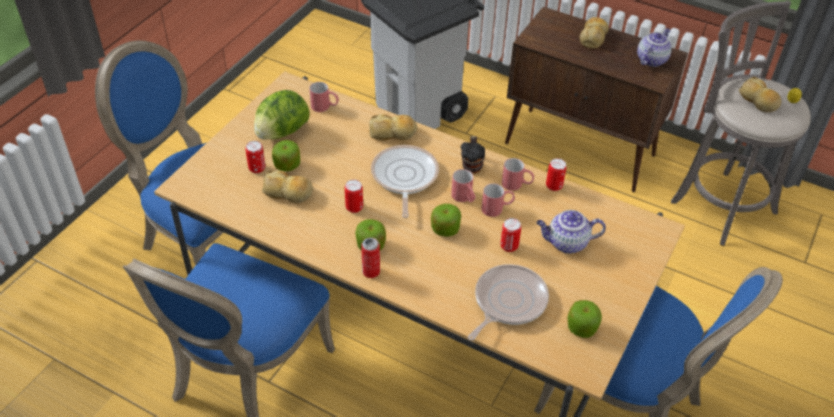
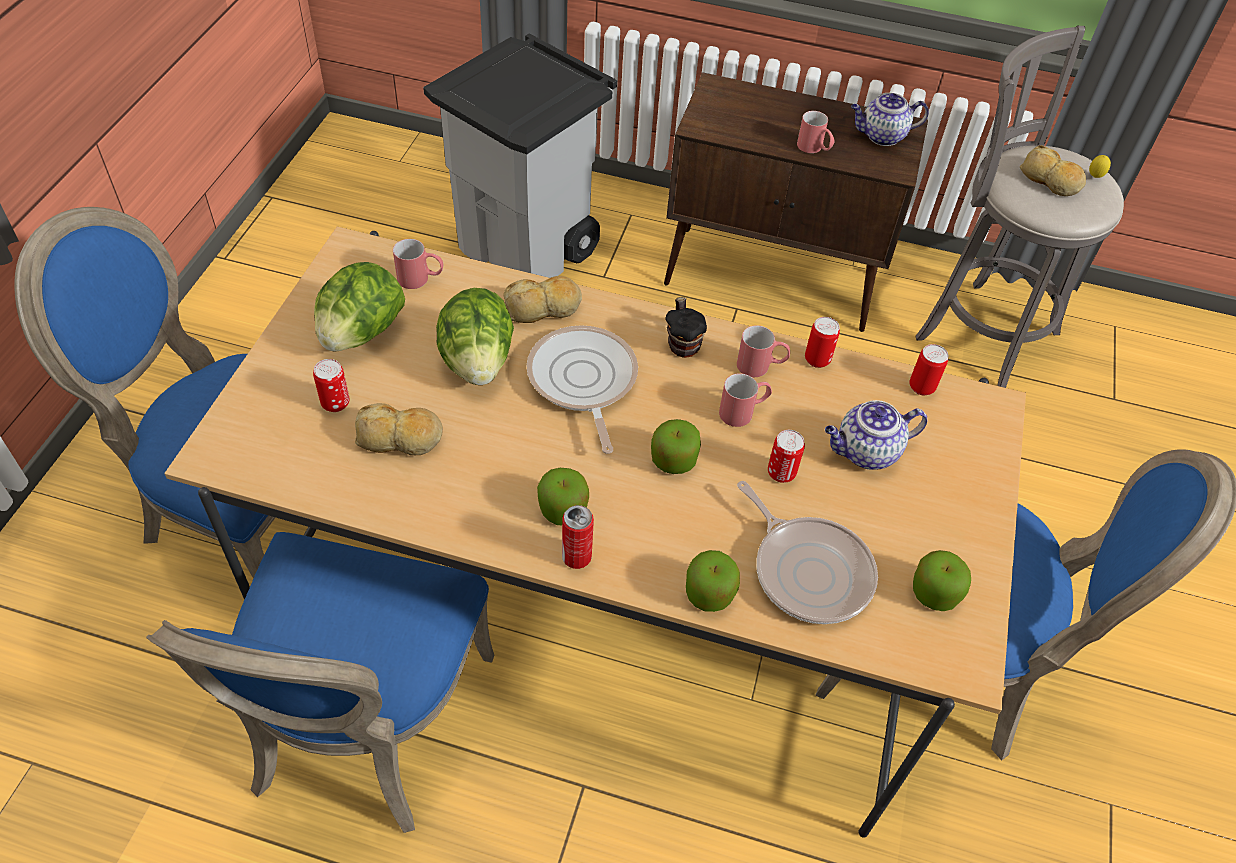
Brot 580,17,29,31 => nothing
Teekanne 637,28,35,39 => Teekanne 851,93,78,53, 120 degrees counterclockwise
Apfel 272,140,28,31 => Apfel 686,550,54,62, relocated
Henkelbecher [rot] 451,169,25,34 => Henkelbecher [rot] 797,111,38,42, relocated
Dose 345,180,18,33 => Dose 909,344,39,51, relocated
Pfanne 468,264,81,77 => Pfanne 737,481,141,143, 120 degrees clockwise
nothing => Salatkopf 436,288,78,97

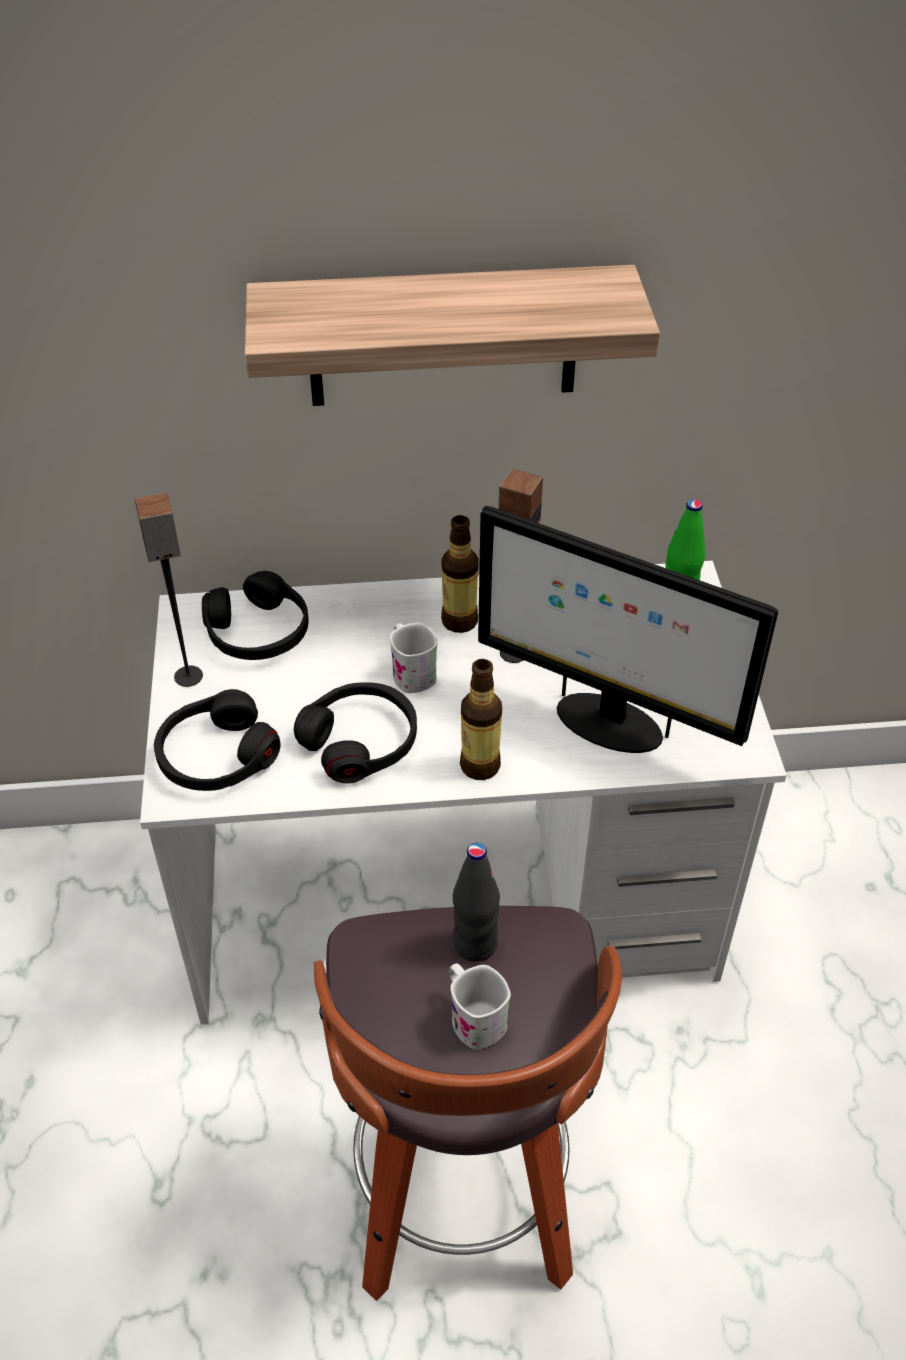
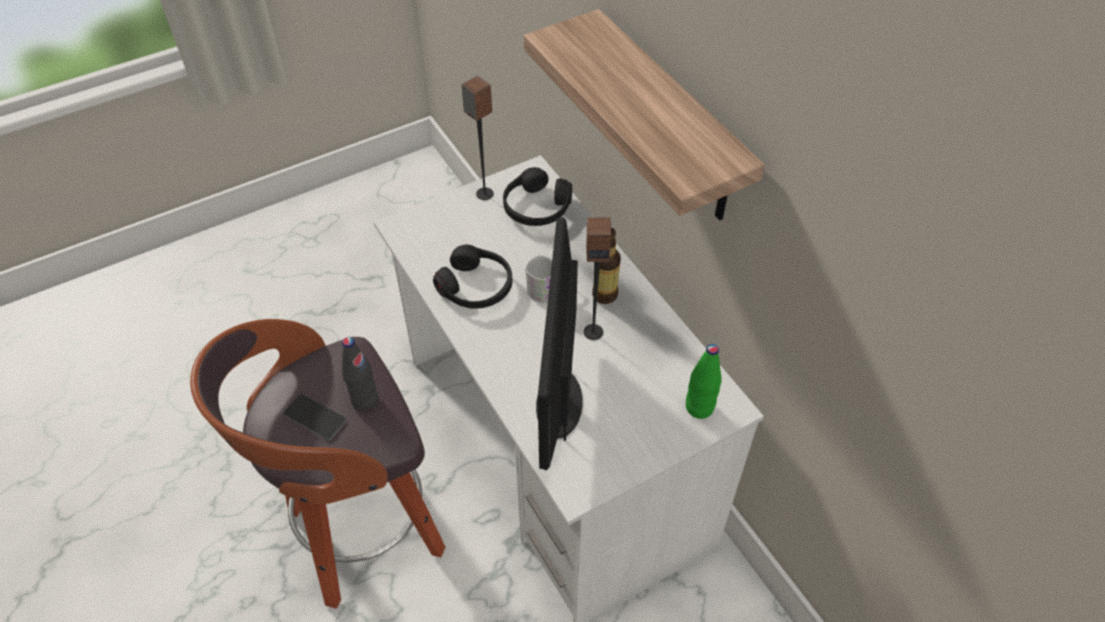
Flasche 460,659,42,121 => nothing
Kopfhörer [schwarz] 154,689,127,102 => nothing
Henkelbecher [weiß] 450,963,61,87 => Handy 284,394,62,46

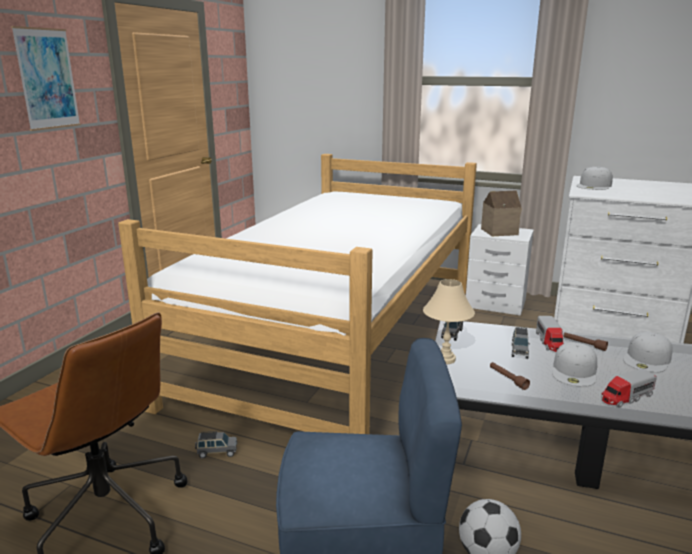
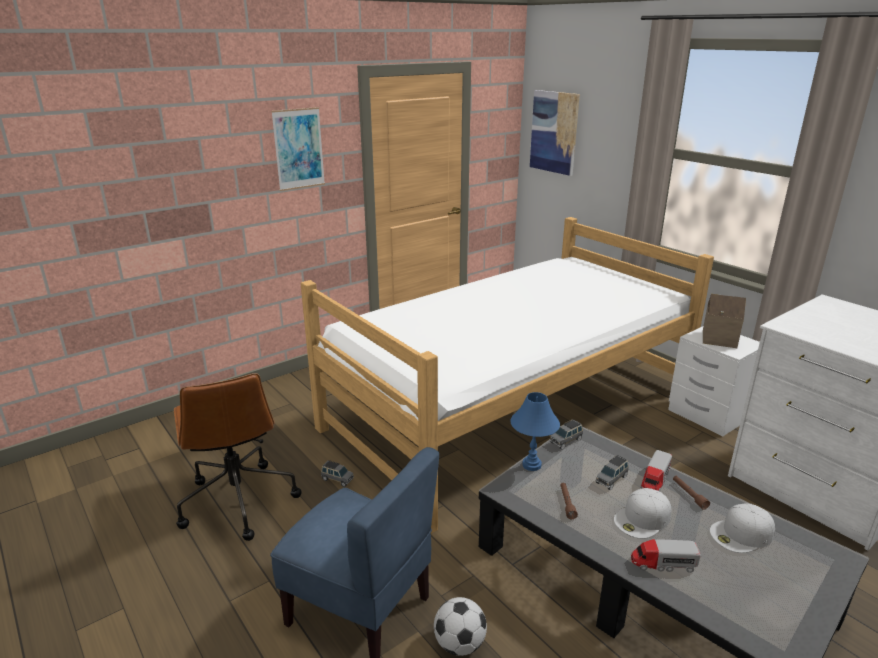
Kappe [weiß] 576,166,37,24 => nothing
Tischlampe [beige] 423,279,52,85 => Tischlampe [blau] 510,392,50,79
nothing => Bild 530,90,50,86

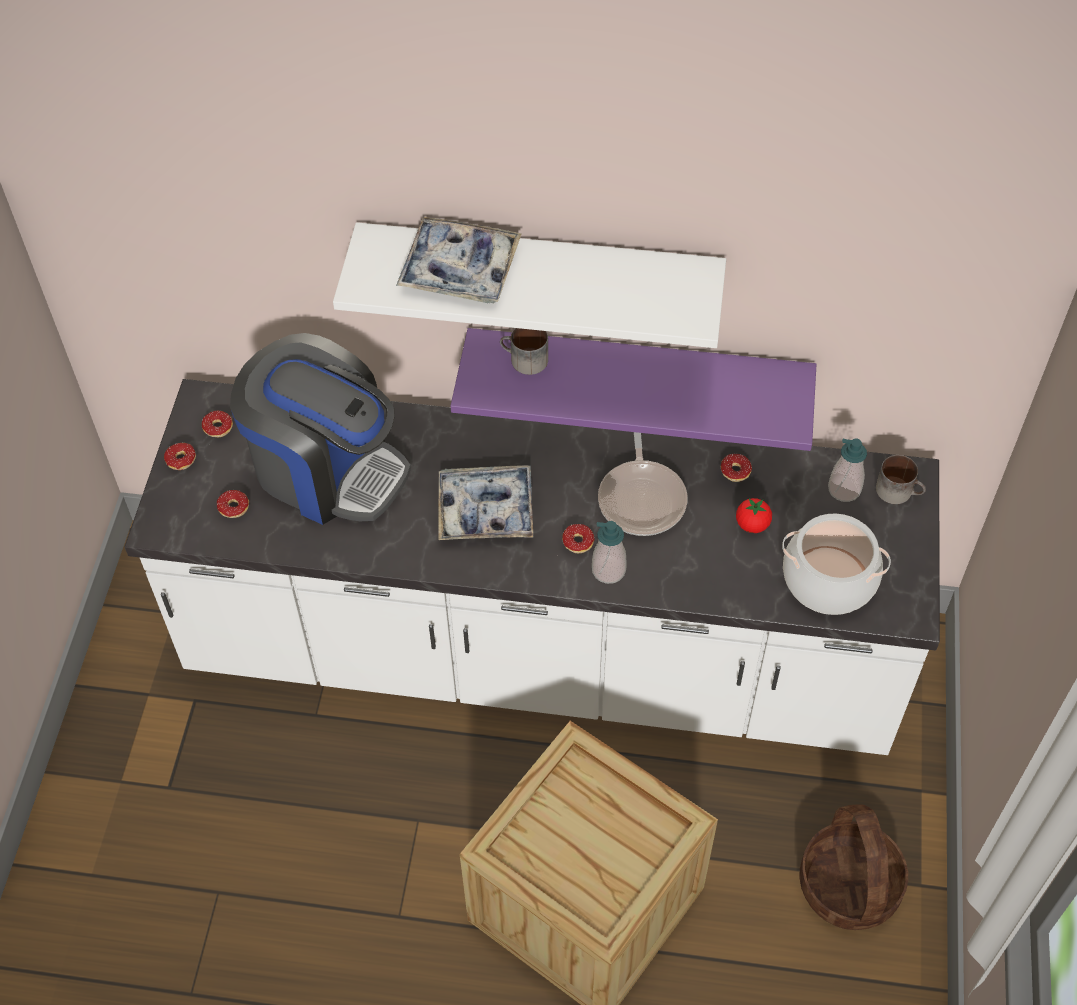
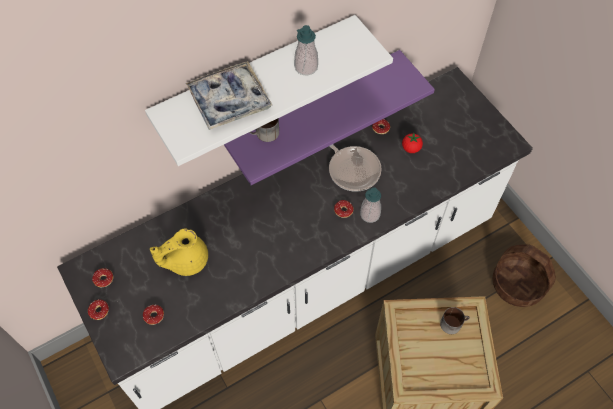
Kaffeemaschine 230,333,181,192 => Teekanne [gelb] 150,228,58,48
Seifenspender 828,439,39,63 => Seifenspender 294,25,24,51, relocated
Henkelbecher 876,455,50,49 => Henkelbecher 440,307,30,27, relocated
Tablett 438,465,95,75 => nothing
Kochtopf 782,514,109,101 => nothing

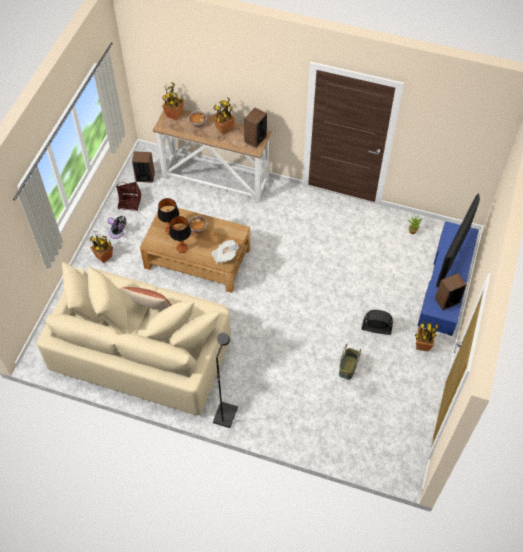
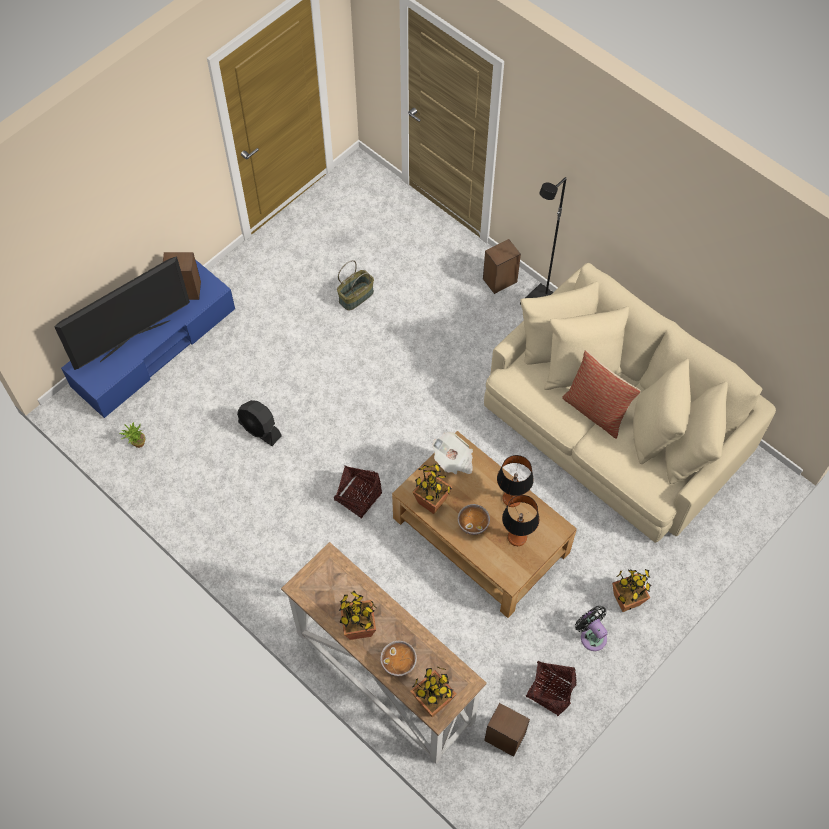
Lautsprecher 244,108,23,40 => Lautsprecher 483,239,38,55, relocated
Ventilator [schwarz] 362,310,31,25 => Ventilator [schwarz] 237,400,45,46, relocated
Topfpflanze 415,321,24,30 => Topfpflanze 412,464,40,50, relocated
nothing => Korb 334,465,48,54

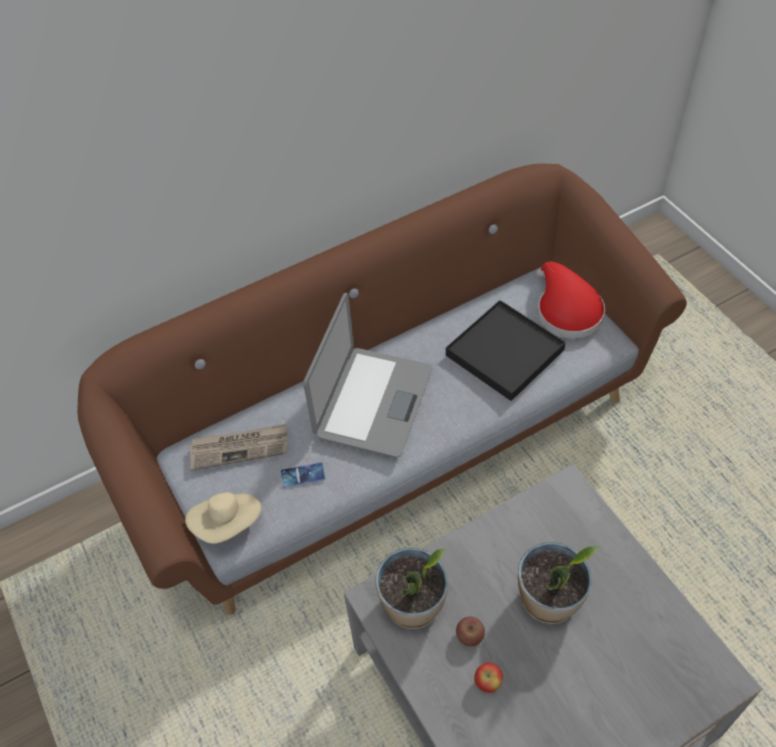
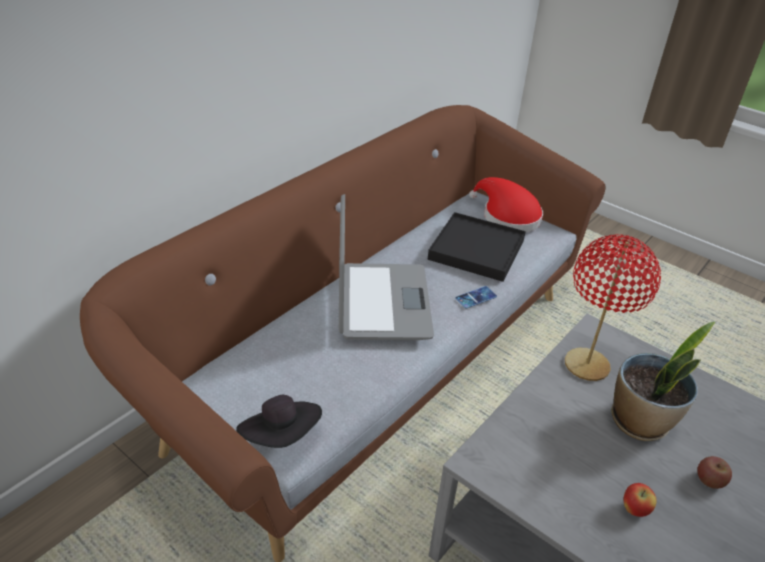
Zeitung 189,424,98,47 => nothing
Handy 281,462,44,26 => Handy 455,286,42,23, relocated
Hut [beige] 185,492,77,52 => Hut [schwarz] 236,395,86,53
Topfpflanze 375,548,73,81 => nothing
Apfel 456,617,29,29 => Apfel 697,456,35,33, relocated
nothing => Tischlampe [rot] 565,234,96,147

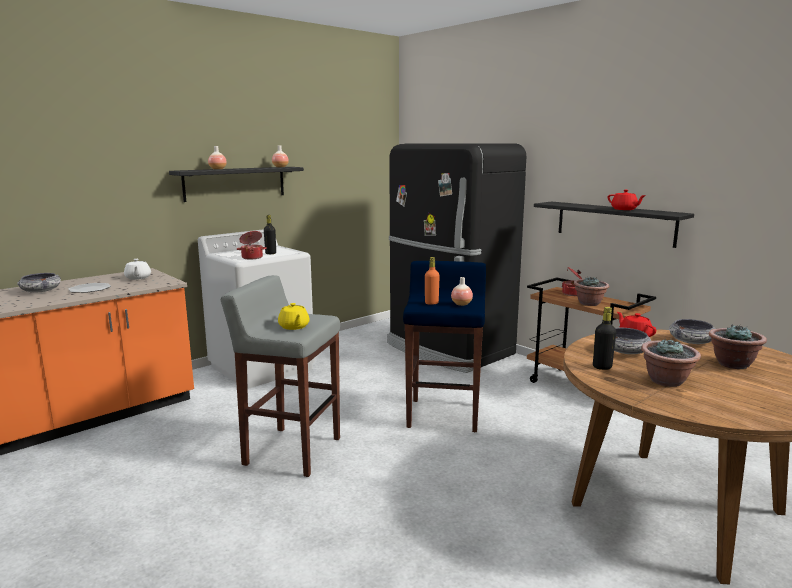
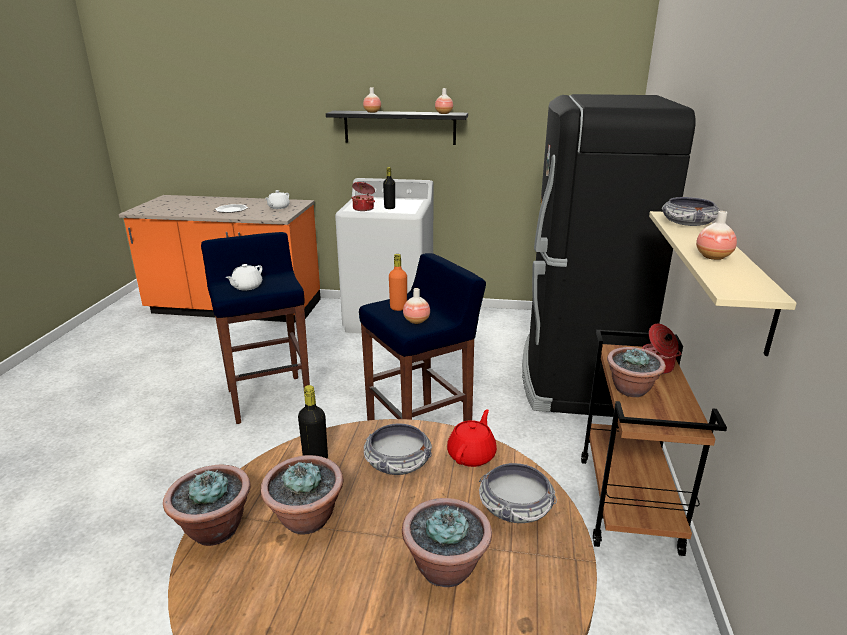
Teekanne [rot] 608,190,38,20 => Vase 696,211,41,49
Wandregal [schwarz] 534,202,160,46 => Wandregal [beige] 649,211,148,145
Schüssel 17,273,44,19 => Schüssel 662,197,57,29, relocated
Hocker [grau] 221,275,119,202 => Hocker [blau] 201,232,109,192
Teekanne [gelb] 278,303,32,27 => Teekanne [weiß] 226,264,36,26
nothing => Topfpflanze 163,464,88,82

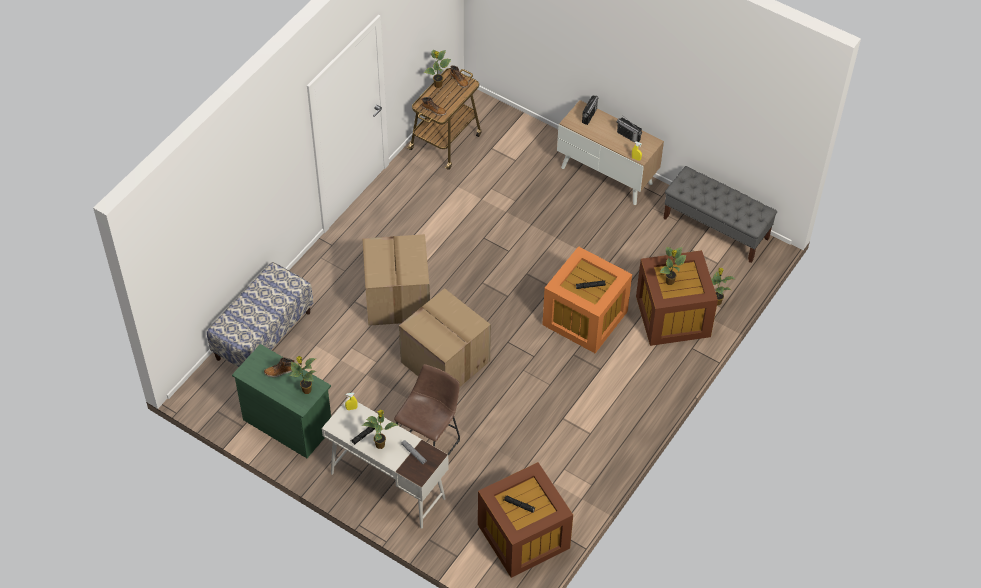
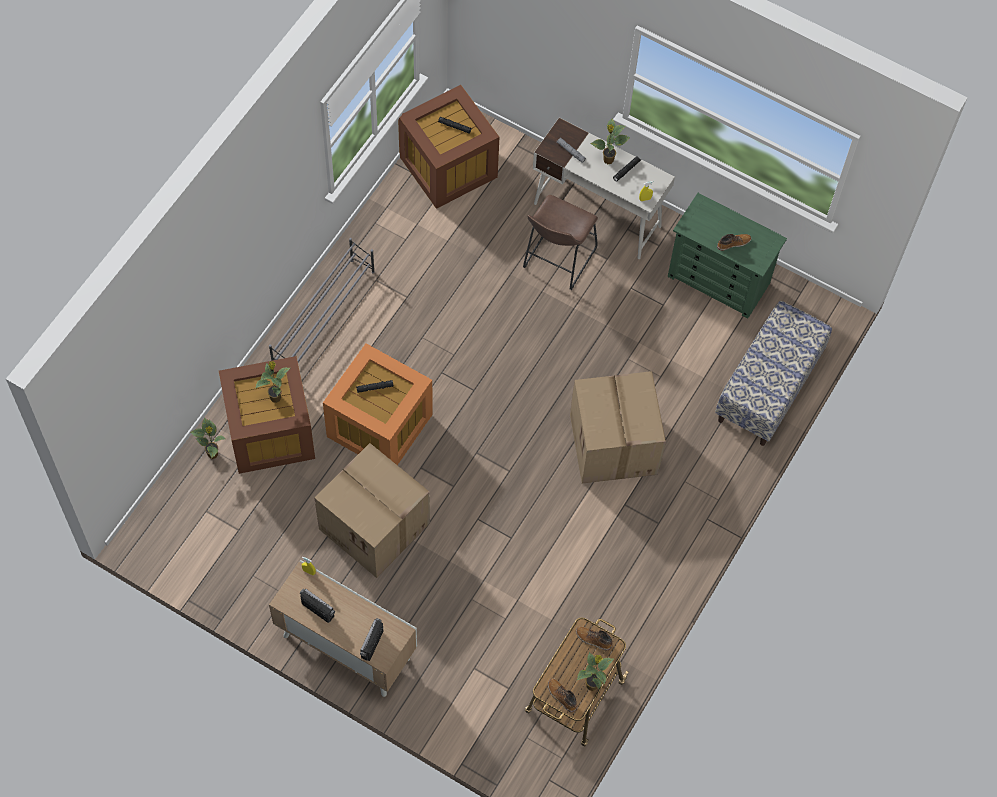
Bank [grau] 663,166,114,97 => nothing
Karton 399,288,92,99 => Karton 315,443,115,135, relocated
Topfpflanze 290,356,27,38 => nothing
nothing => Schuhregal [grau] 269,238,106,124

